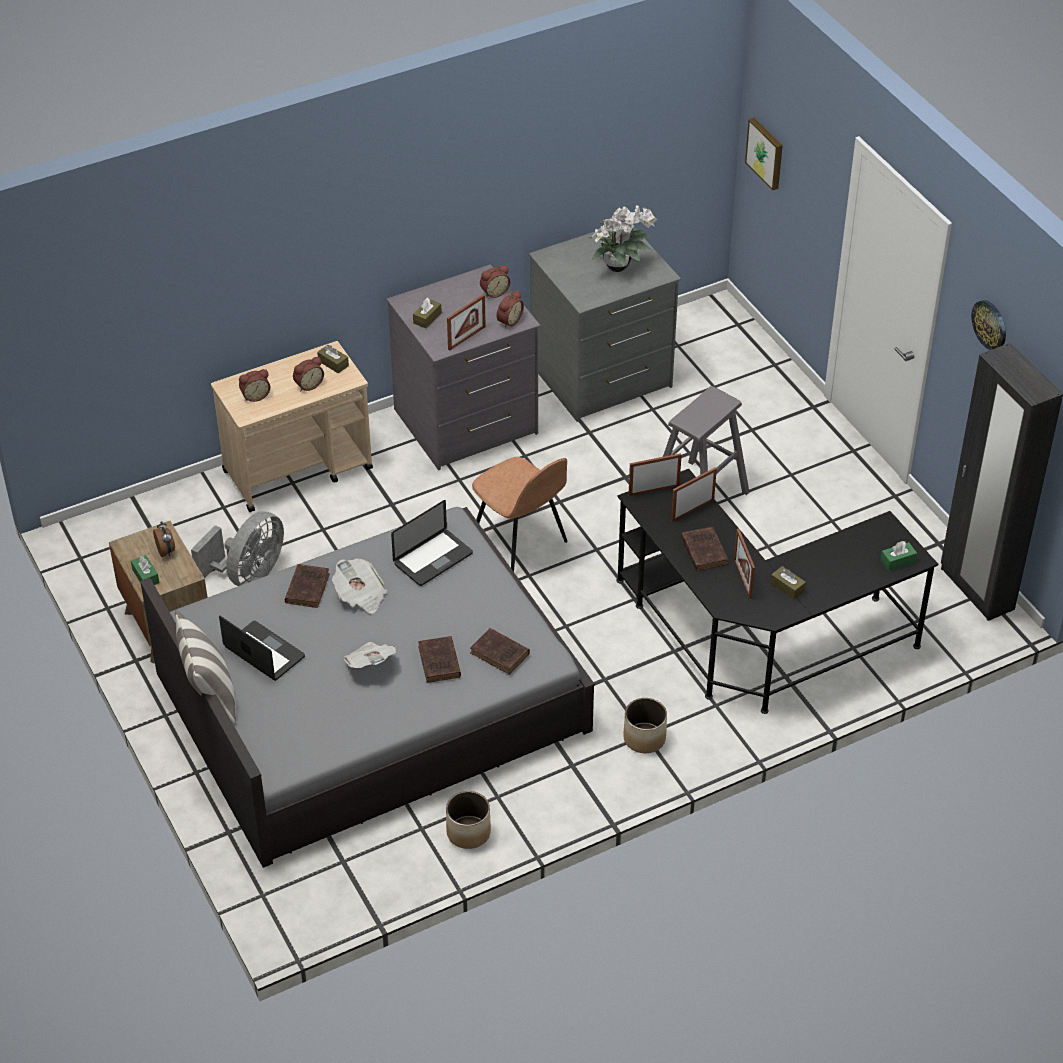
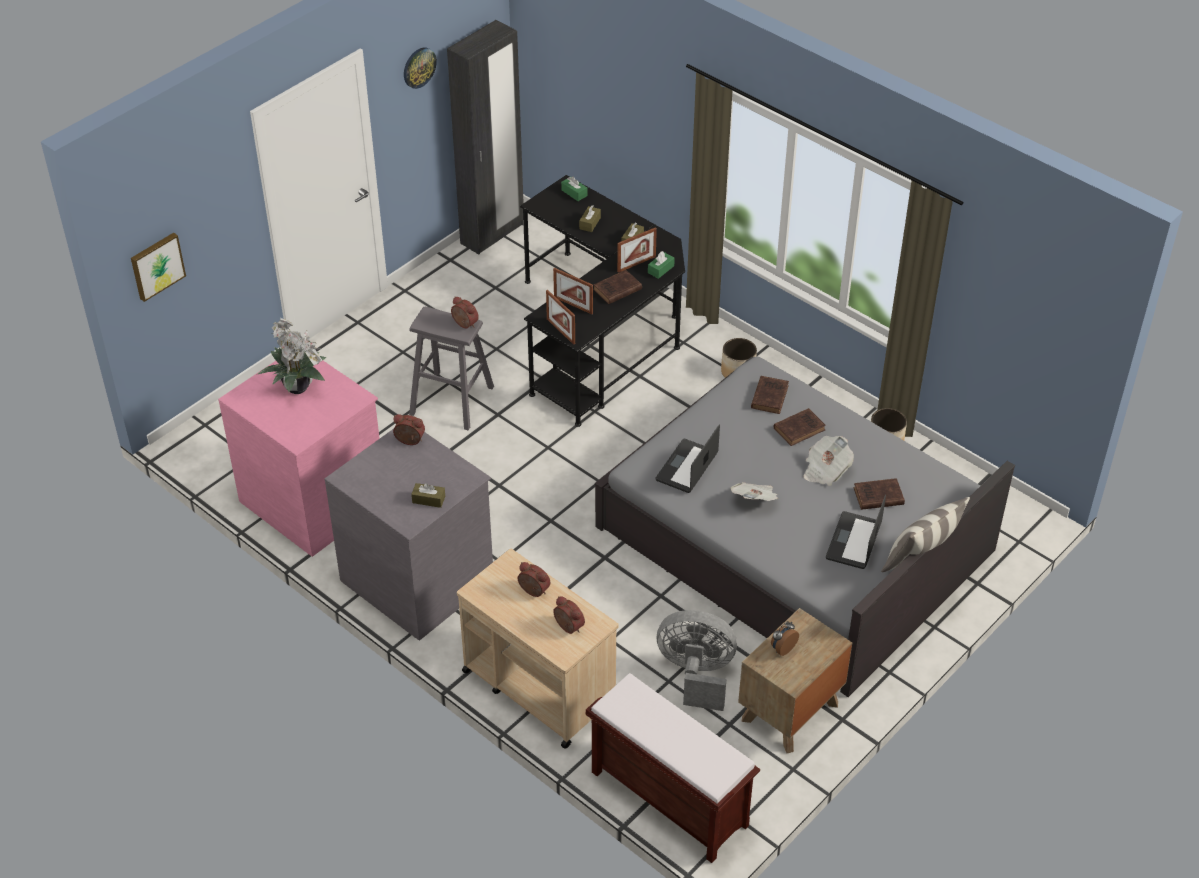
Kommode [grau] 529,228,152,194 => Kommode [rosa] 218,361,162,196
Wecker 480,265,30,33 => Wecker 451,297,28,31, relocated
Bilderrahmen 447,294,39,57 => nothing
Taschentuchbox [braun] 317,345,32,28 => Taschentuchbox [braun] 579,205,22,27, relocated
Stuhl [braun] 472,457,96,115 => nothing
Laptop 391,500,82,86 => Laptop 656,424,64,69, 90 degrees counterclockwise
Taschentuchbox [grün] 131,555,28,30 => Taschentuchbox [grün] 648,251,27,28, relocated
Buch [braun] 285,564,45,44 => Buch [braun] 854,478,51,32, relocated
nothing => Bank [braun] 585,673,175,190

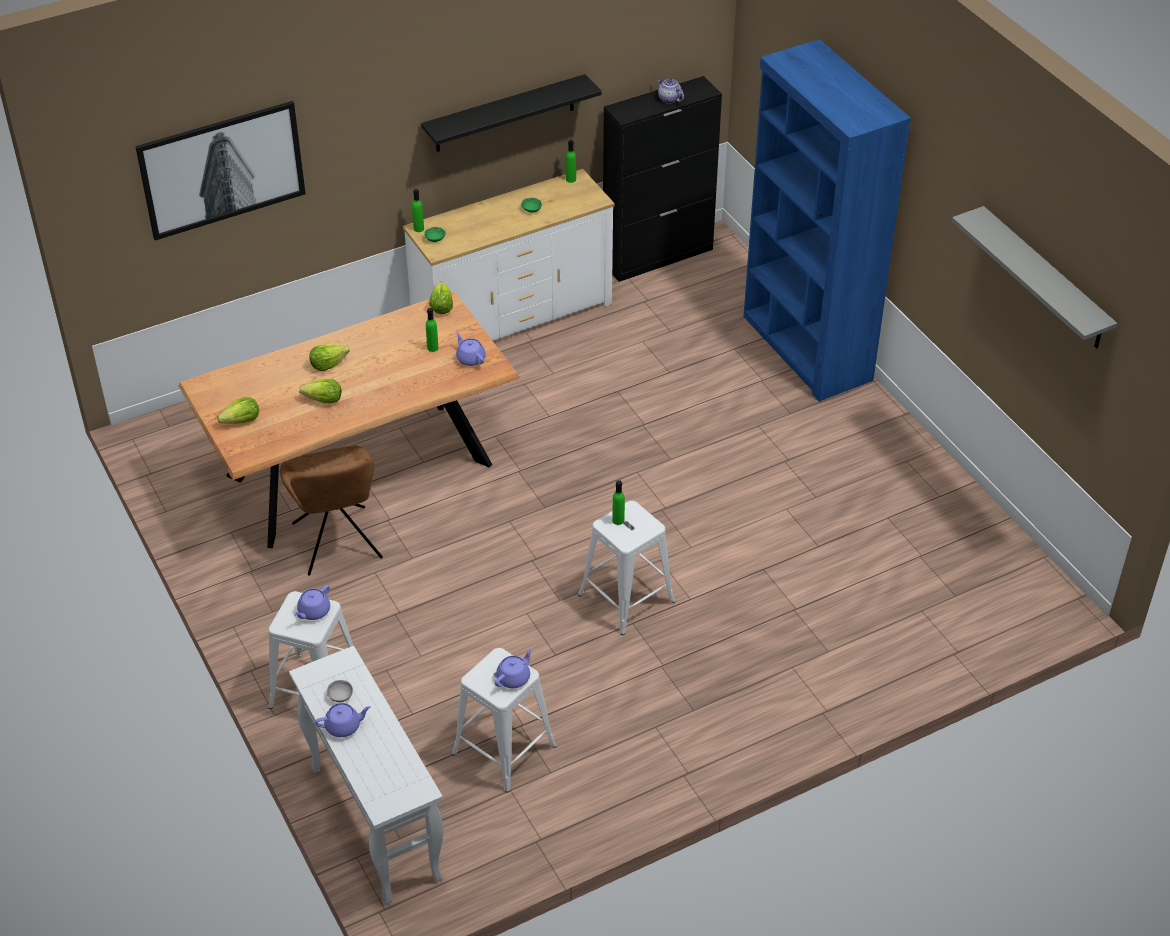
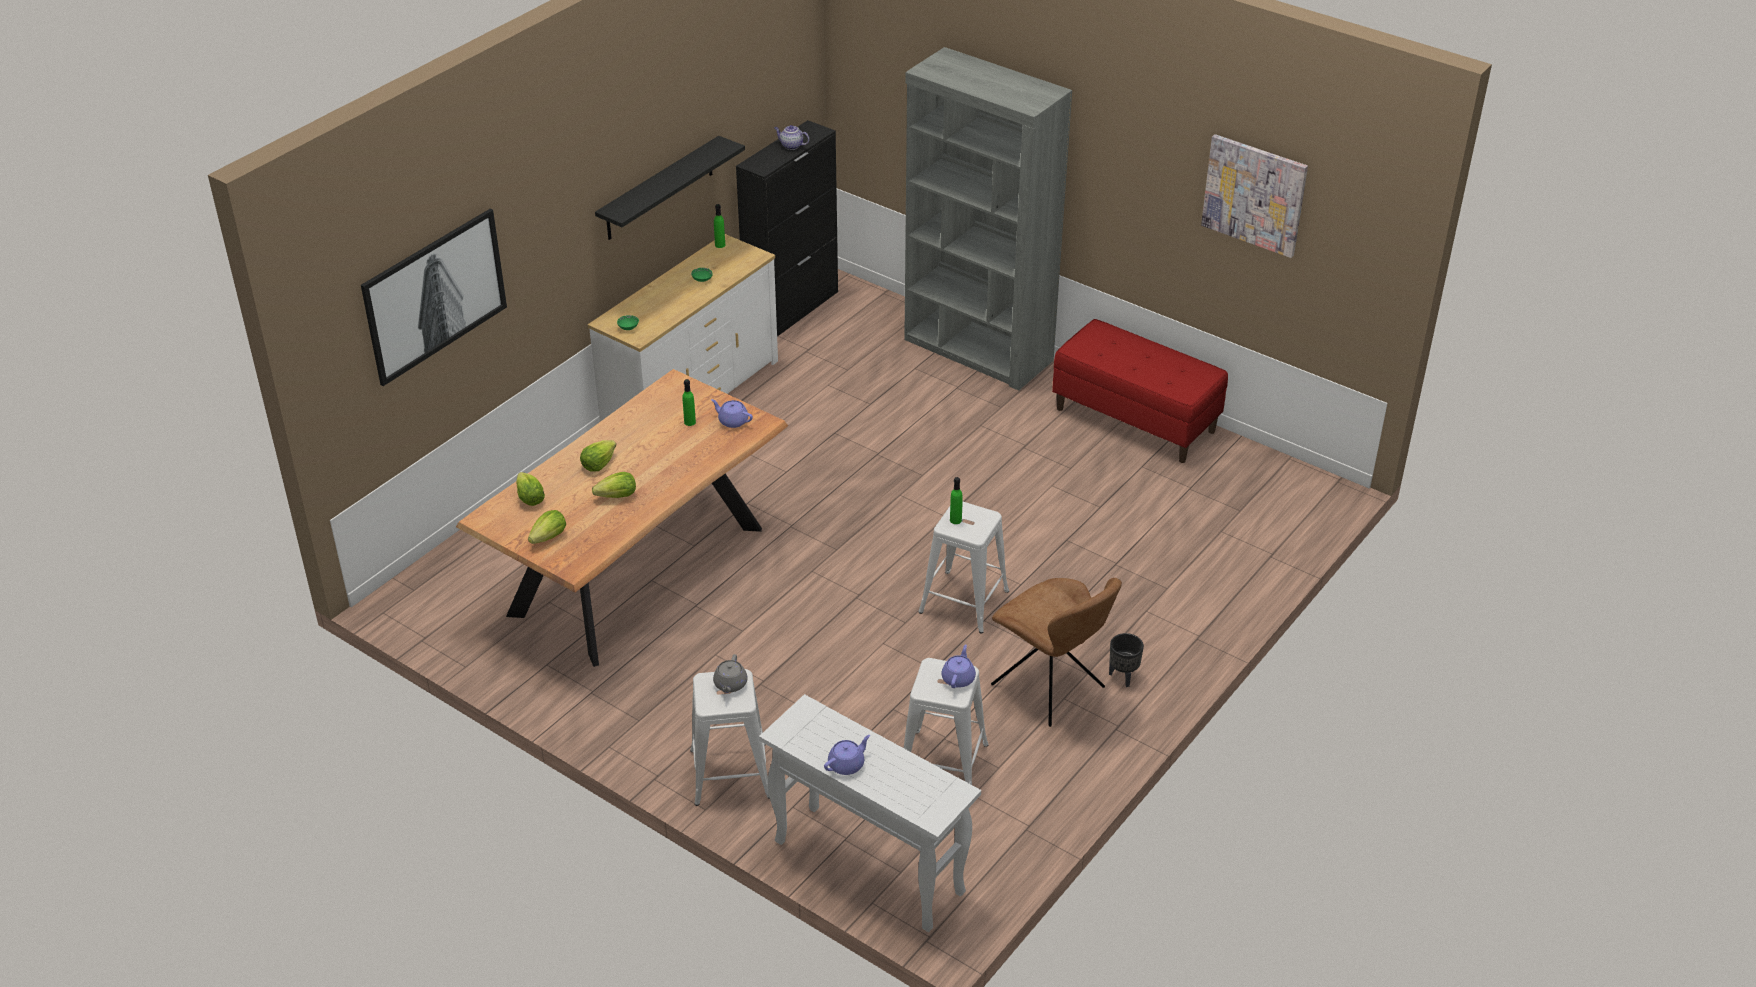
Bücherregal [blau] 743,39,168,363 => Bücherregal [grau] 904,47,168,344
Flasche [grün] 412,189,12,43 => nothing
Wandregal [grau] 952,206,165,142 => Bild 1201,134,107,124
Salatkopf 429,282,24,32 => Salatkopf 516,472,29,34, relocated
Stuhl [braun] 280,446,103,130 => Stuhl [braun] 991,578,131,149, relocated
Teekanne [lila] 294,585,36,35 => Teekanne [grau] 713,654,35,39
Schüssel [grau] 327,680,26,22 => nothing
nothing => Bank [rot] 1052,319,176,144
nothing => Pflanzkübel [schwarz] 1109,633,35,54

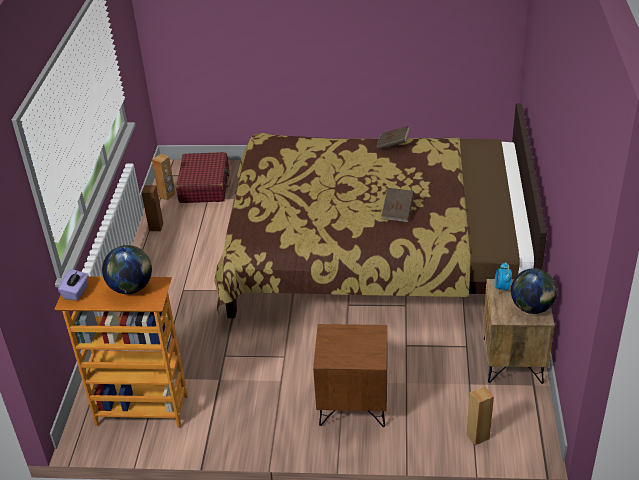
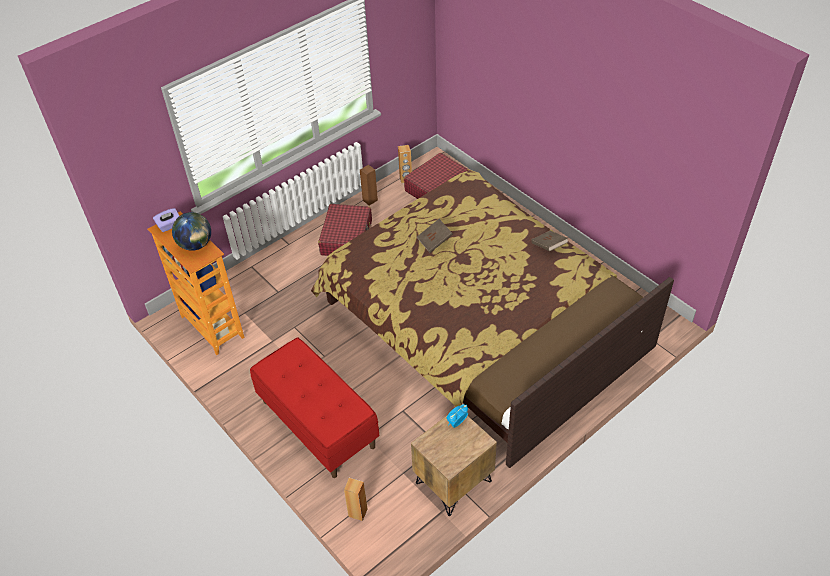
Buch [braun] 381,188,33,34 => Buch [braun] 417,219,36,34, relocated
Globus 511,268,46,46 => nothing
Nachttisch [braun] 313,324,74,103 => Bank [rot] 250,337,129,141
nothing => Koffer [rot] 318,204,54,52

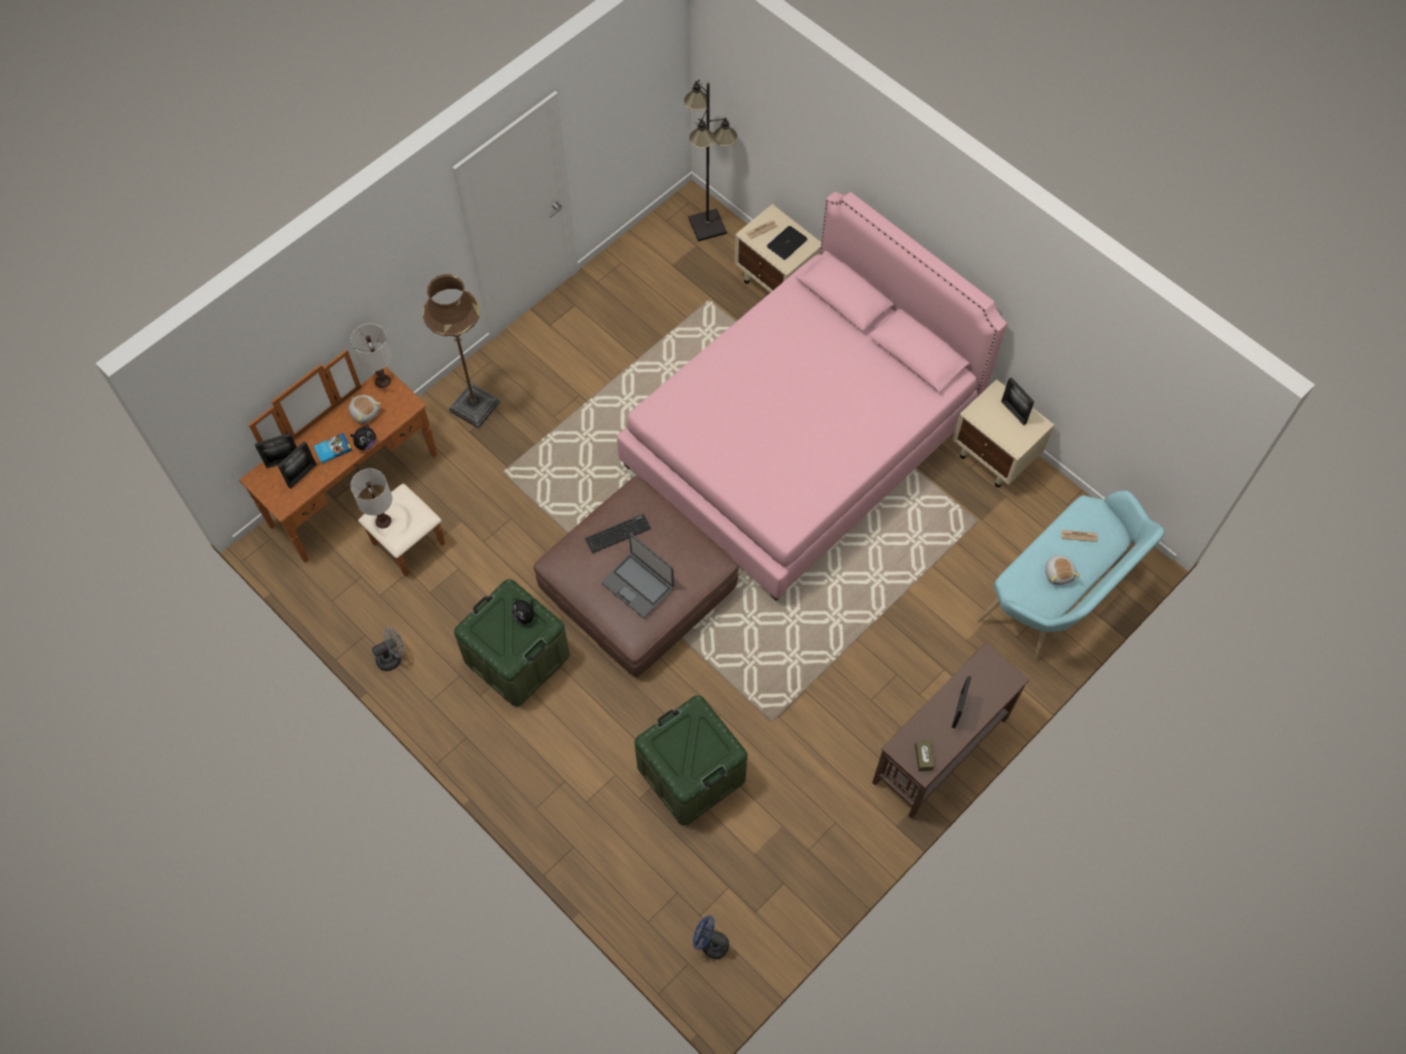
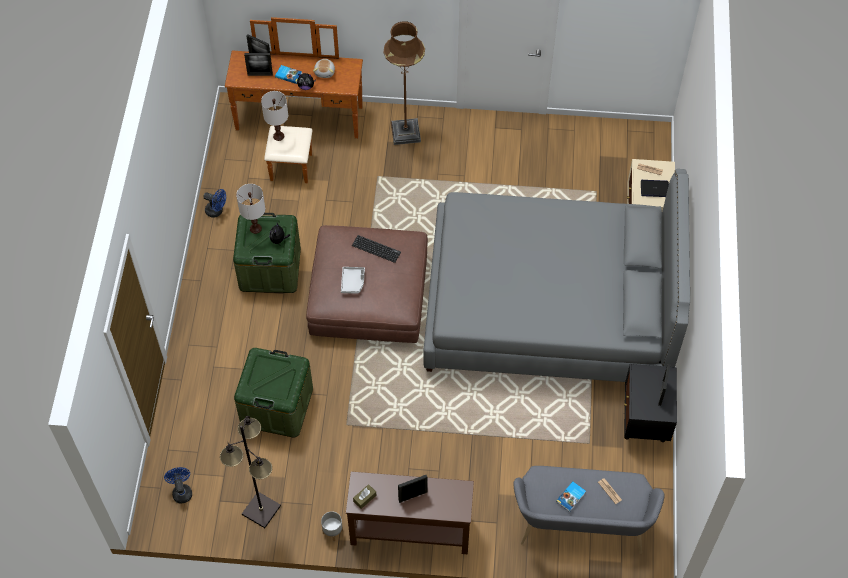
Stehlampe [schwarz] 684,80,54,162 => Stehlampe [schwarz] 220,416,61,112, relocated
Bett [rosa] 617,192,390,409 => Bett [grau] 424,169,266,213
Tischlampe [weiß] 351,324,41,64 => Tischlampe [weiß] 236,184,29,50, relocated
Nachttisch [beige] 952,379,102,108 => Nachttisch [schwarz] 624,364,53,78
Bank [türkis] 977,490,188,172 => Bank [grau] 513,466,152,88
Laptop 602,533,72,85 => Tablett [grau] 341,267,24,27
Plüschtier 1045,553,35,32 => Buch 556,481,30,31
Ventilator [grau] 372,627,32,44 => Ventilator [blau] 203,189,23,29
nothing => Pflanzkübel [grau] 321,511,22,30

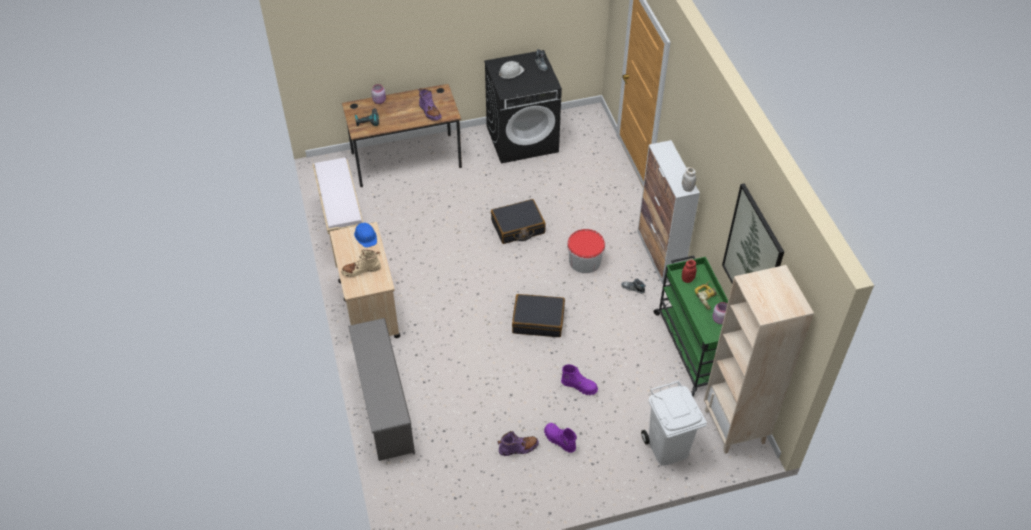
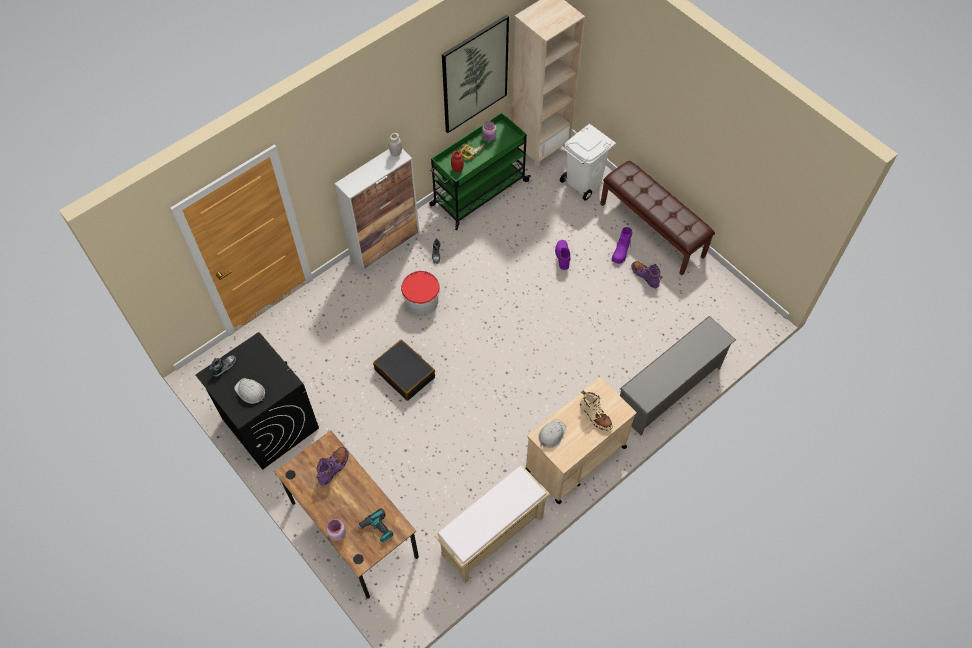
Schutzhelm [blau] 354,223,23,25 => Schutzhelm [weiß] 538,419,29,29
Koffer [schwarz] 512,294,53,43 => nothing
nothing => Bank [braun] 600,161,115,114

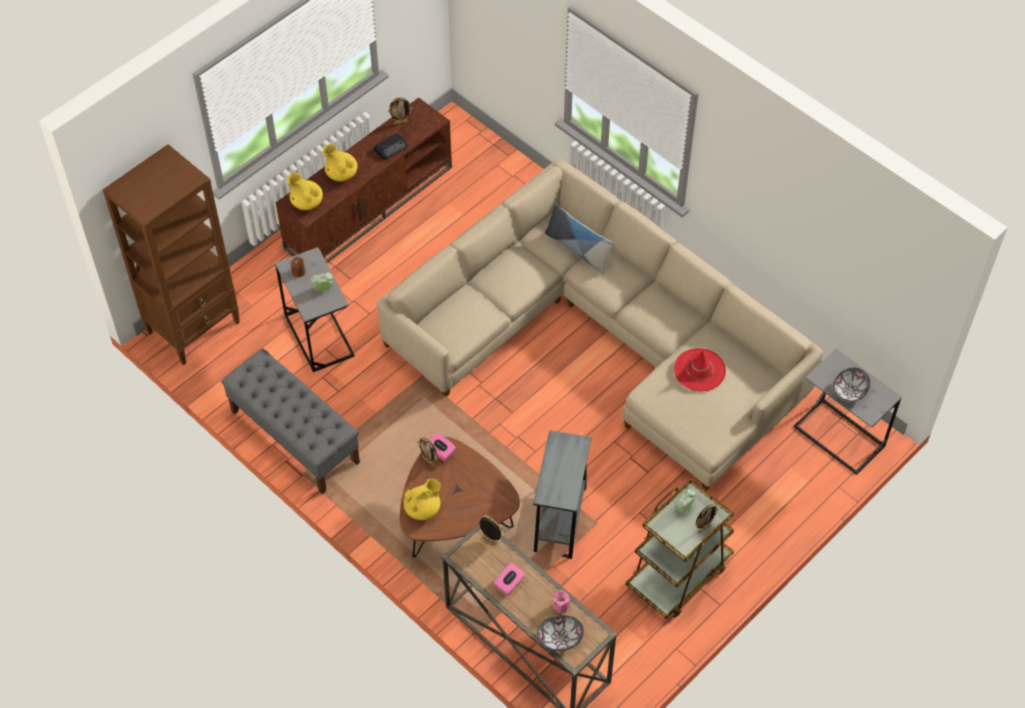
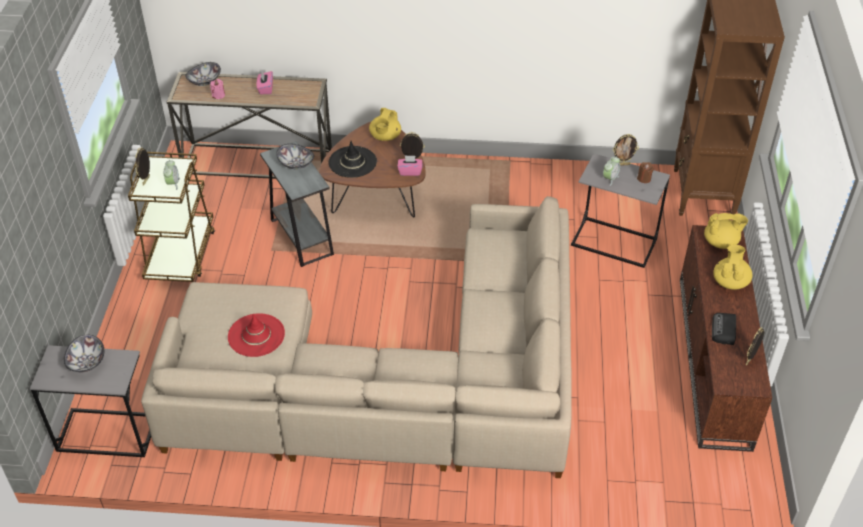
Teekanne [gelb] 322,144,35,37 => Teekanne [gelb] 713,245,39,45, 75 degrees counterclockwise
Kissen 545,203,69,72 => nothing
Bank [grau] 221,349,139,146 => nothing
Bilderrahmen 479,516,24,28 => Bilderrahmen 613,134,26,32, relocated
nothing => Hut [schwarz] 329,141,48,37
nothing => Schüssel 276,144,38,25

